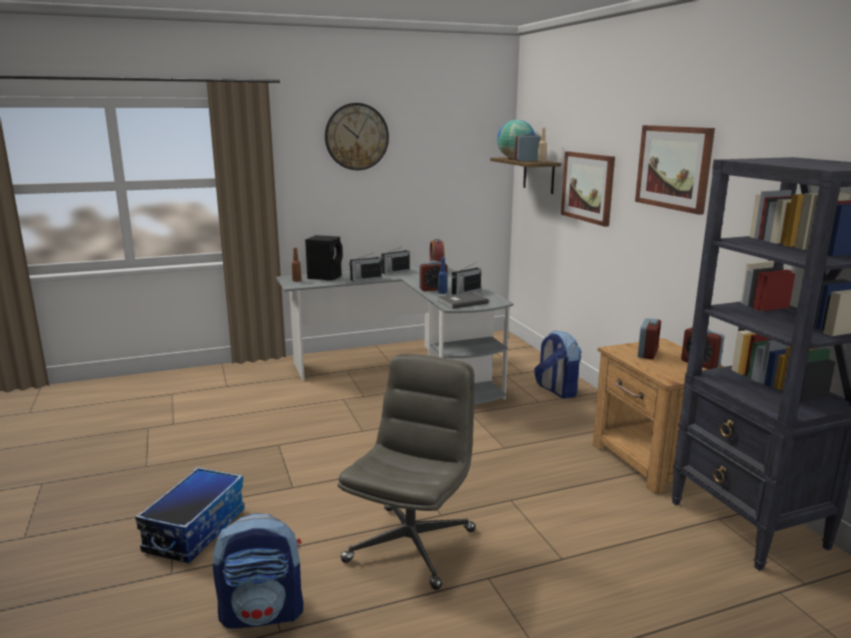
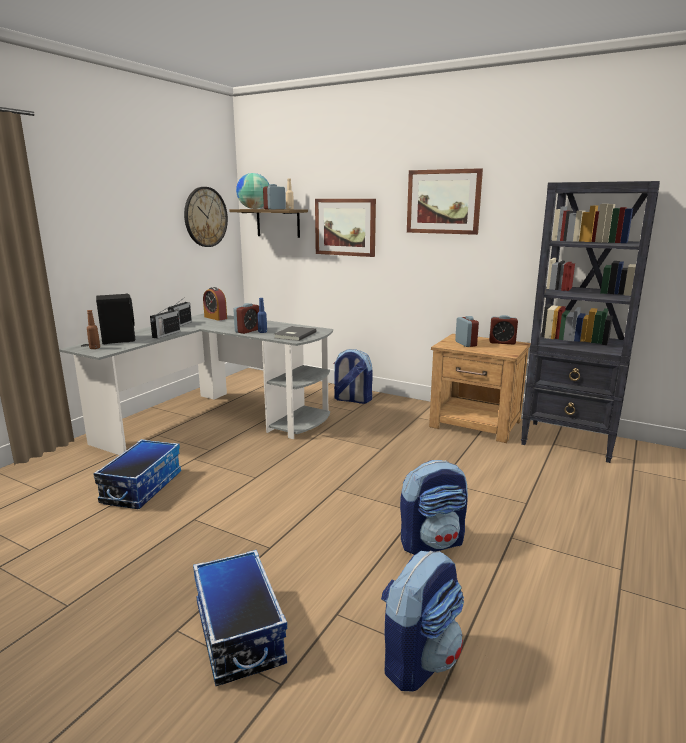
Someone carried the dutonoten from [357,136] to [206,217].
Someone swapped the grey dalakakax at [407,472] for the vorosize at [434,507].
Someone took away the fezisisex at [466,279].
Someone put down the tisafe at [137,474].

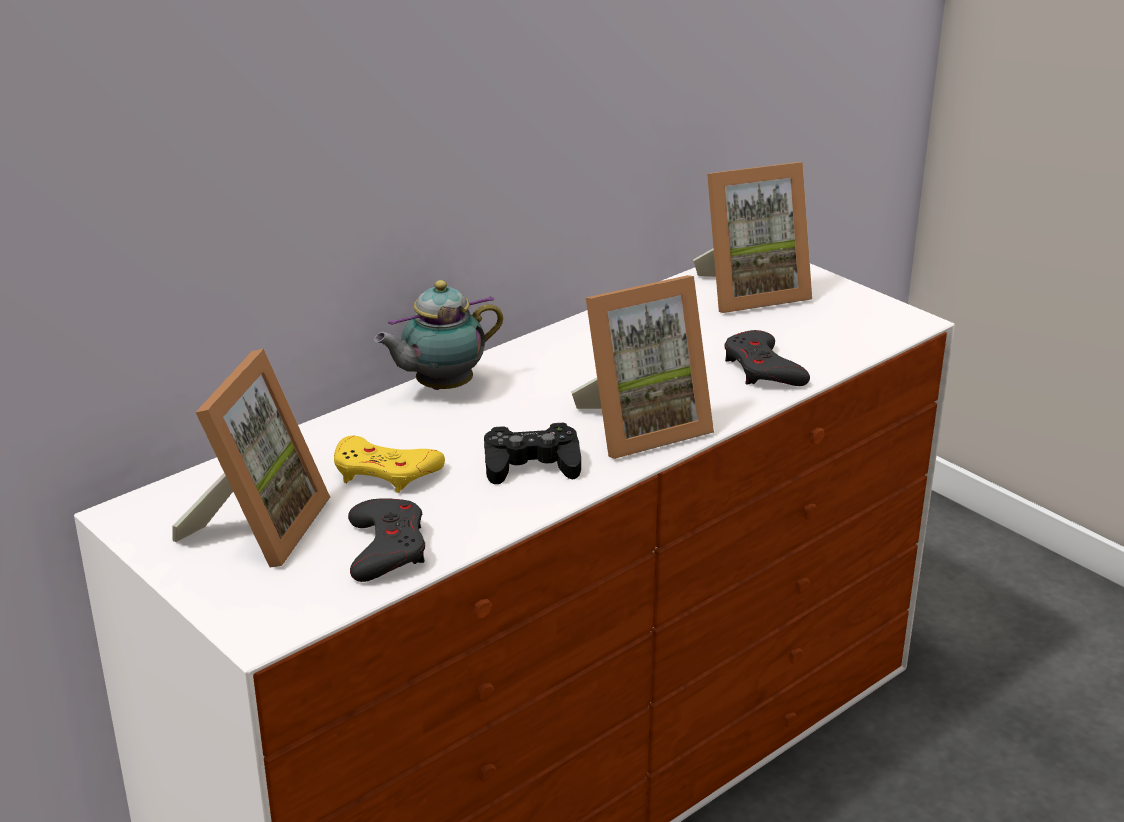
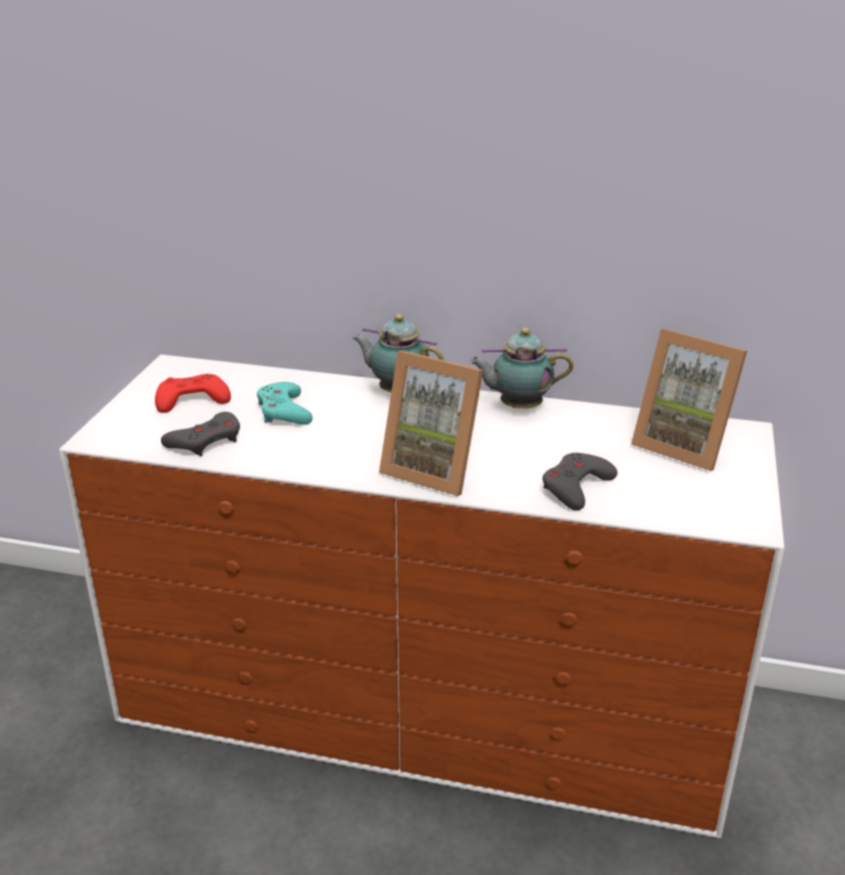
Someone swapped the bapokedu at [251,458] for the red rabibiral at [193,393].
Someone repainted the yellow rabibiral at [389,464], which became the turquoise rabibiral at [285,403].
Someone took away the black rabibiral at [532,453].
Someone put down the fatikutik at [521,368].

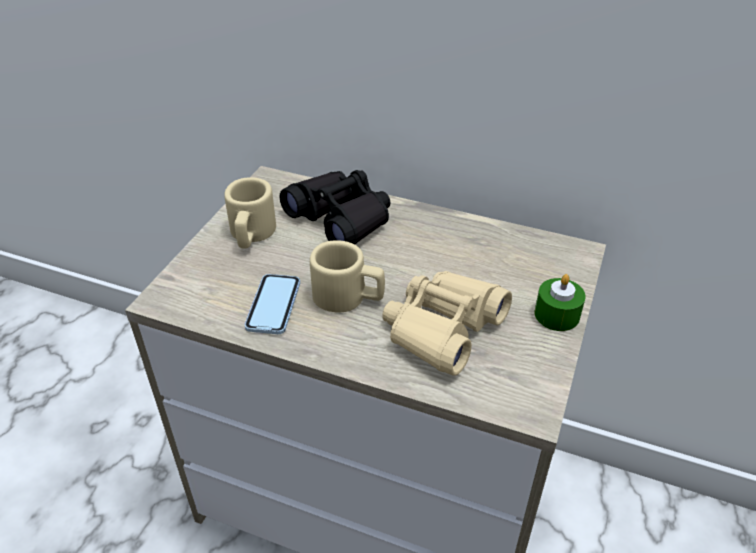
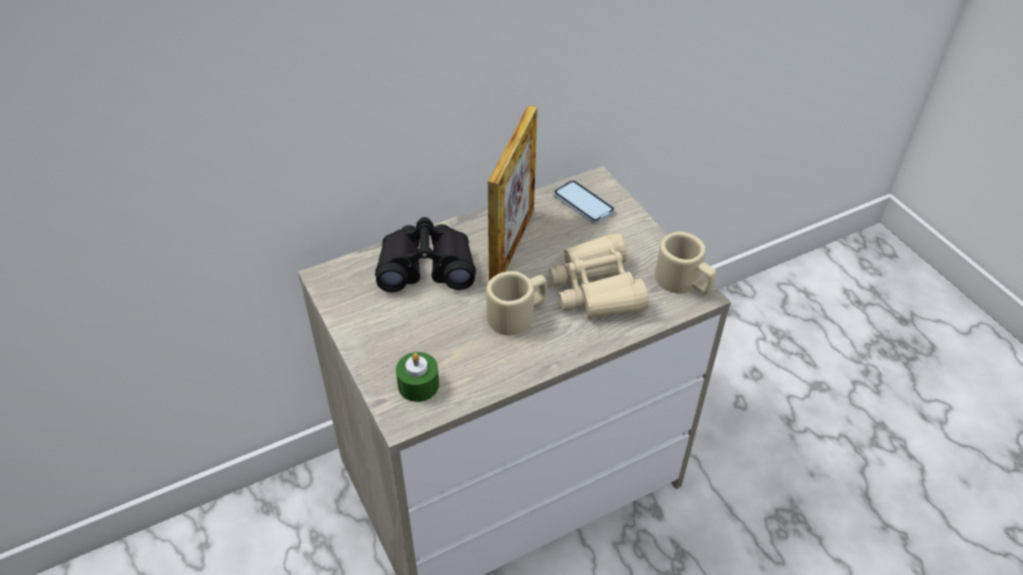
Someone carried the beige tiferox from [250,213] to [685,263].
Someone carried the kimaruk from [272,304] to [584,202].
Someone carried the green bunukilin from [560,302] to [417,377].
Someone put down the bapokedu at [512,193].

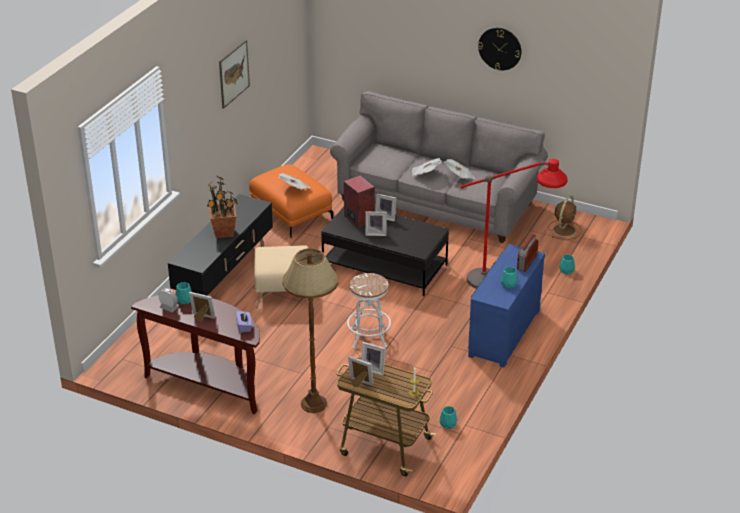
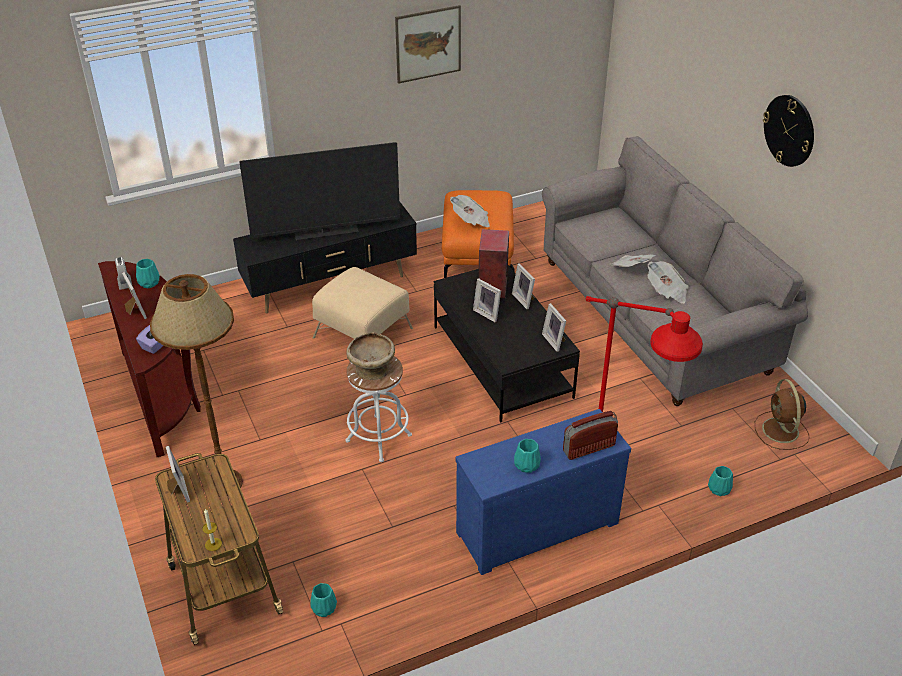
Someone swapped the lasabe at [222,207] for the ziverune at [319,191].
Someone carried the bapokedu from [373,358] to [554,327].
Someone rotated the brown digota at [564,217] by 105 degrees clockwise.
Someone put down the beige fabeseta at [370,356].

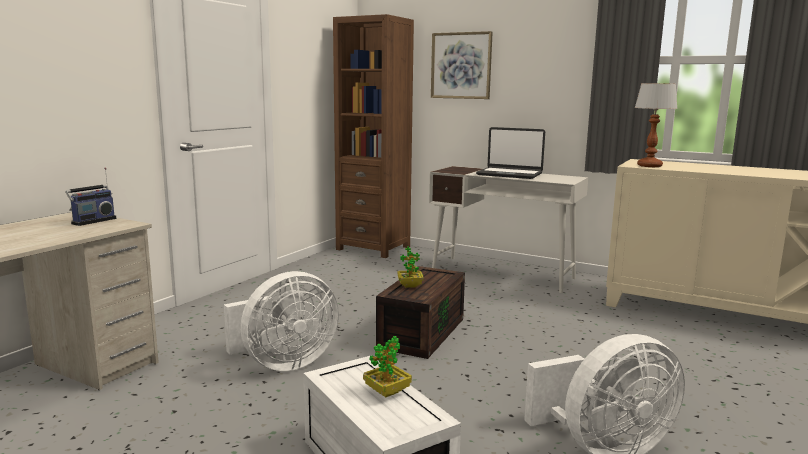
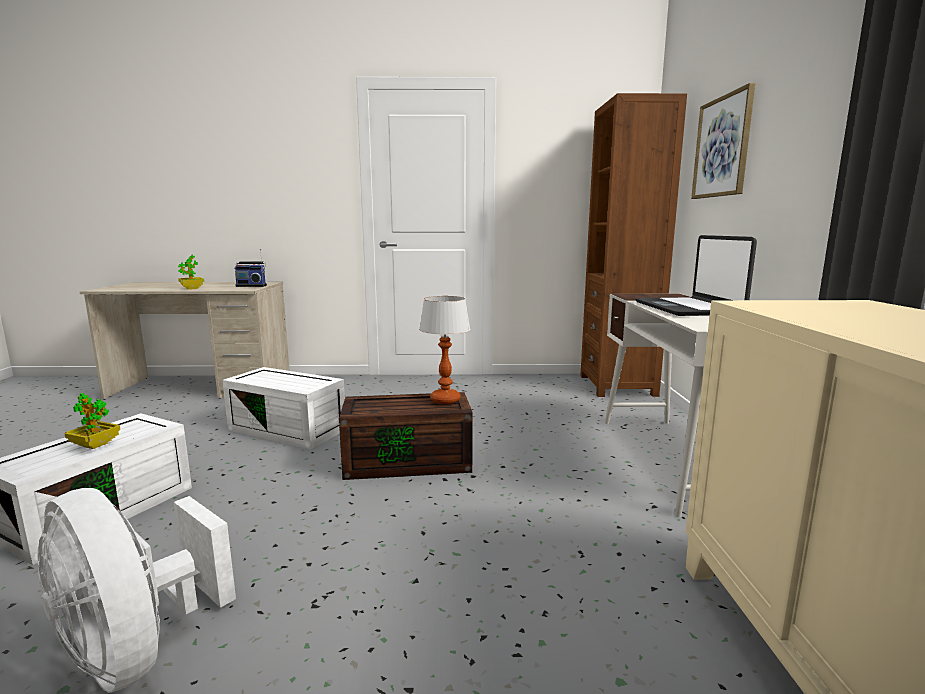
Someone swapped the white digota at [281,321] for the white tisafe at [283,408].
Someone carried the lasabe from [411,267] to [191,272].
Someone carried the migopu from [656,125] to [444,350].

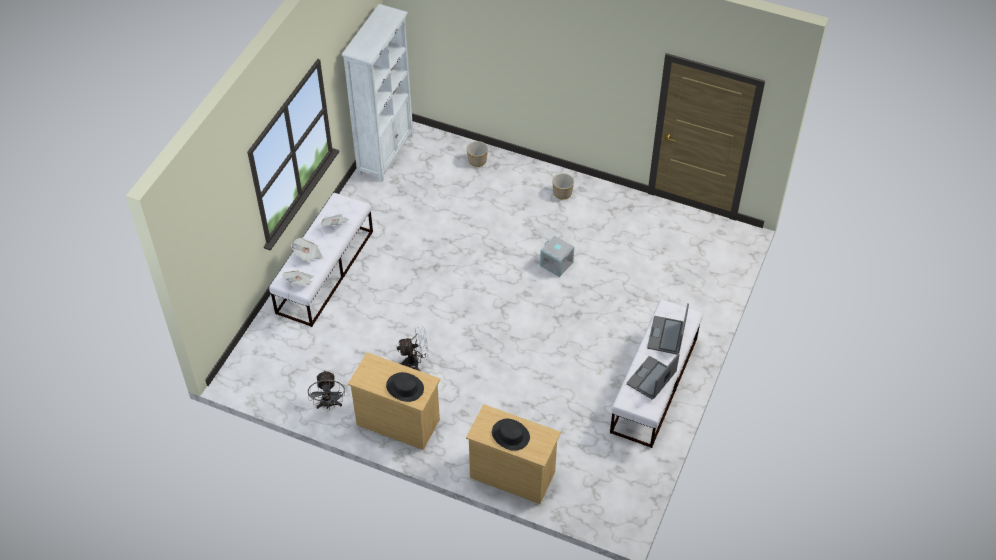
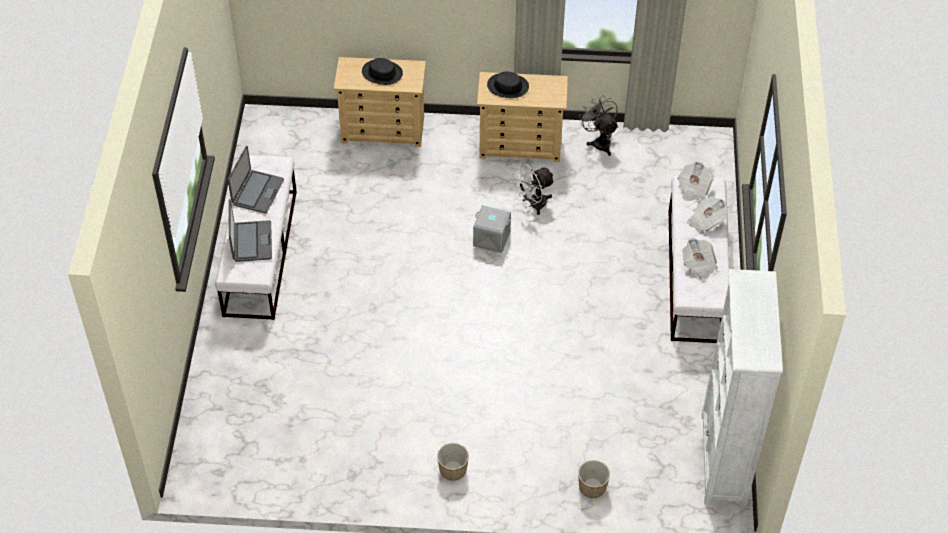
Someone carried the grey tisafe from [557,256] to [492,229].

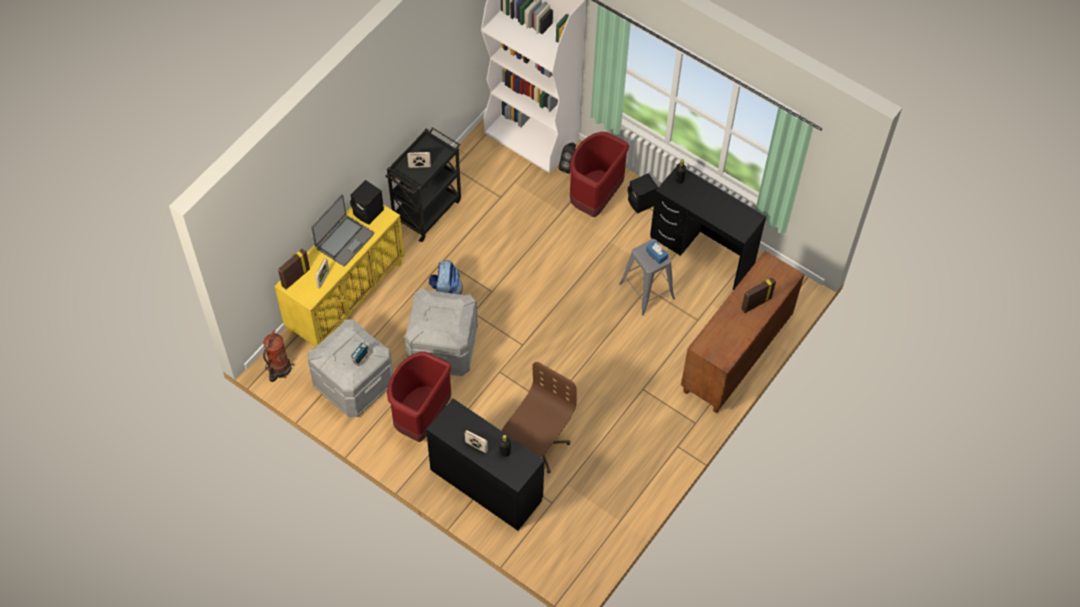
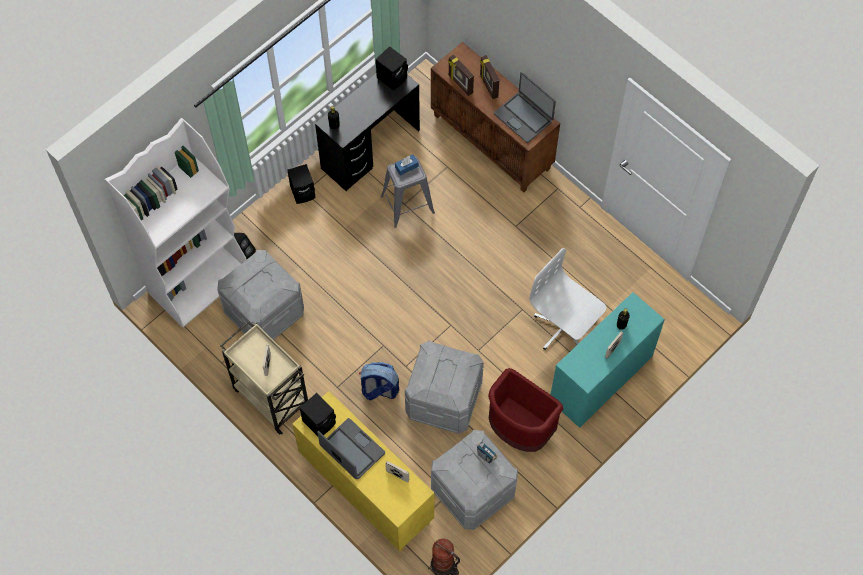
Someone carried the bapokedu from [294,269] to [461,75].
Someone repainted the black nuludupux at [423,184], which became the beige nuludupux at [264,378].
Someone repainted the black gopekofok at [485,464], which became the turquoise gopekofok at [608,360].
Someone repainted the brown dalakakax at [539,418], which became the white dalakakax at [567,299].
Someone took away the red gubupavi at [599,174].
Someone put down the grey tisafe at [260,295].
Someone put down the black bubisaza at [392,68].
Someone put down the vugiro at [525,107].

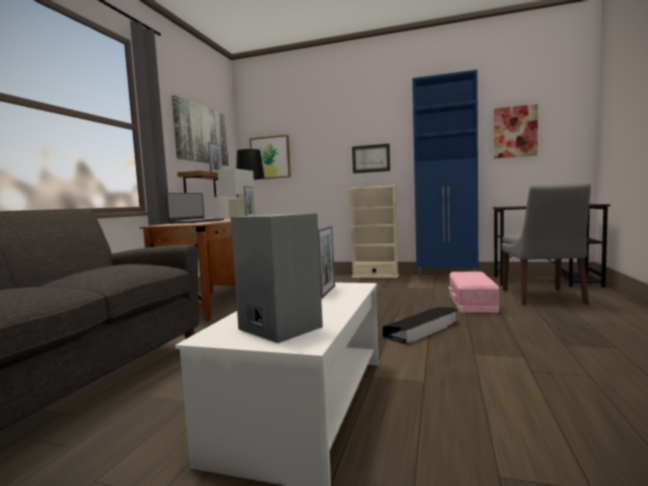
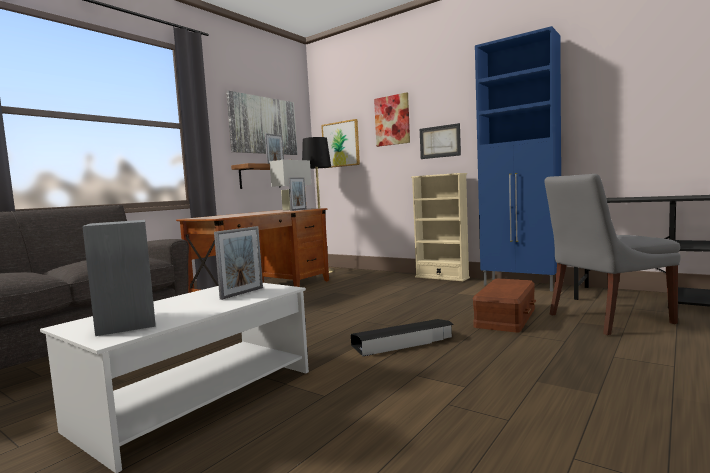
Someone took away the vugiro at [195,208].
Someone repainted the pink tisafe at [474,292], which became the brown tisafe at [504,305].
Someone carried the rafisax from [516,131] to [392,119].
Someone rotated the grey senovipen at [546,243] by 45 degrees clockwise.

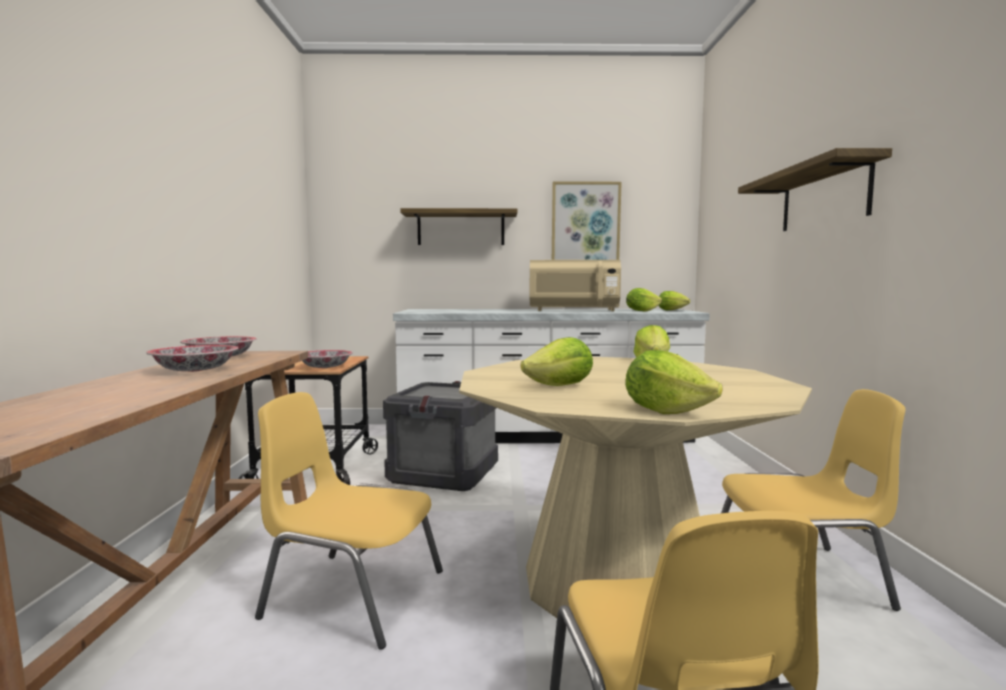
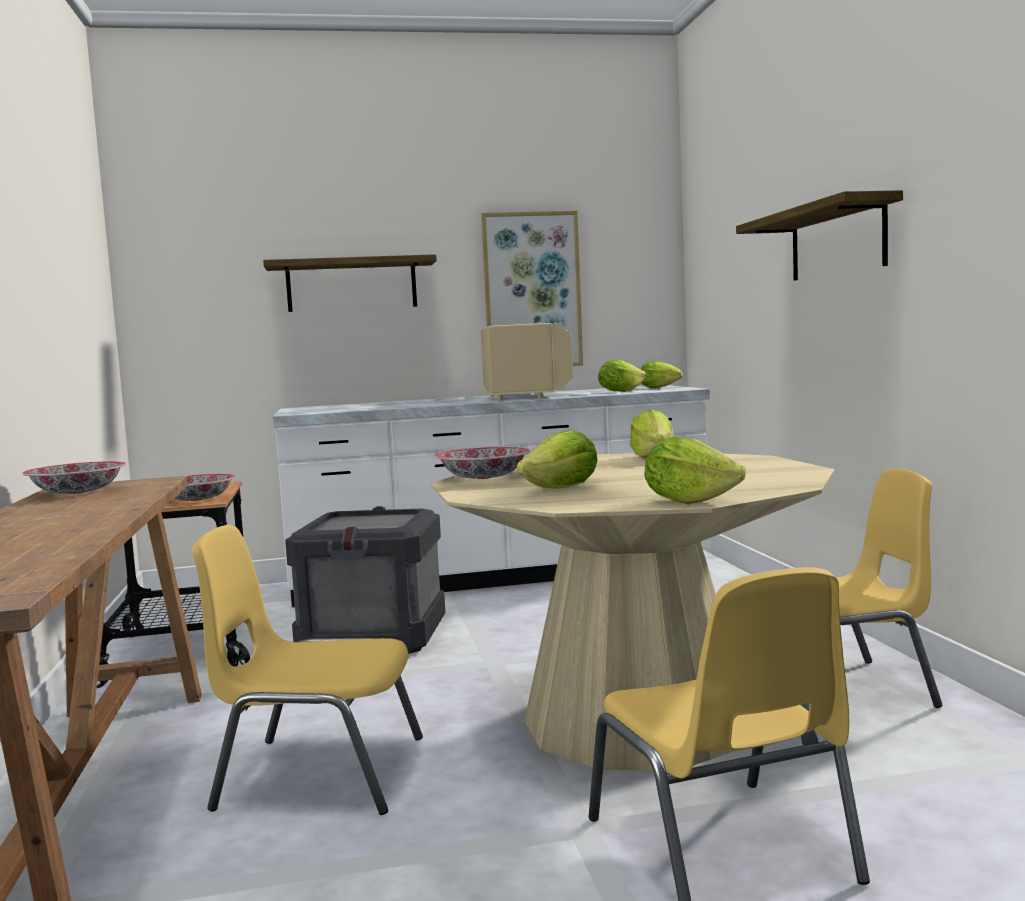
Someone carried the fabeseta from [192,358] to [482,463].
Someone rotated the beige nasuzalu at [575,285] by 90 degrees counterclockwise.

